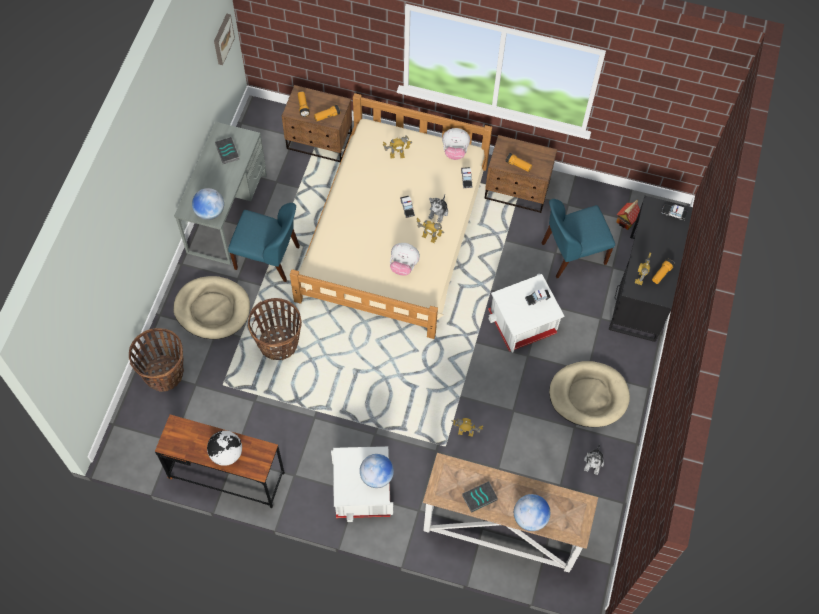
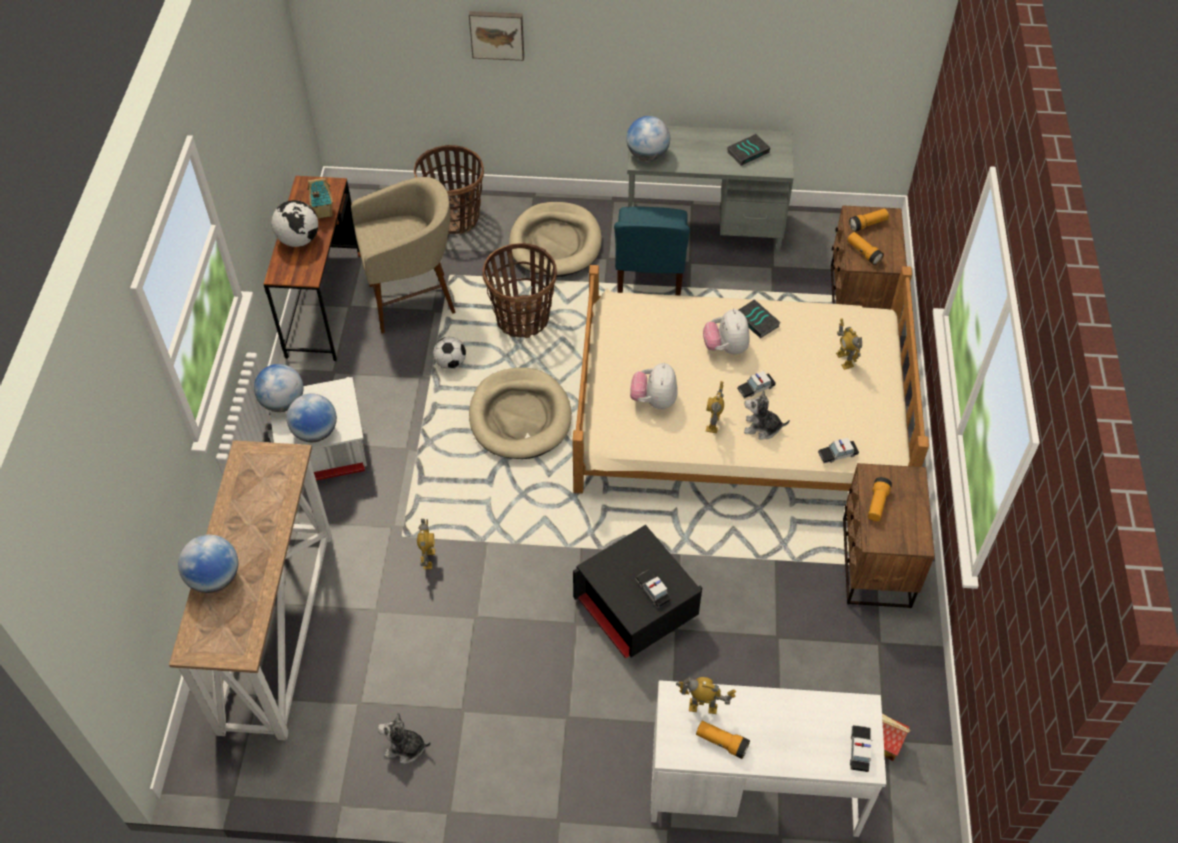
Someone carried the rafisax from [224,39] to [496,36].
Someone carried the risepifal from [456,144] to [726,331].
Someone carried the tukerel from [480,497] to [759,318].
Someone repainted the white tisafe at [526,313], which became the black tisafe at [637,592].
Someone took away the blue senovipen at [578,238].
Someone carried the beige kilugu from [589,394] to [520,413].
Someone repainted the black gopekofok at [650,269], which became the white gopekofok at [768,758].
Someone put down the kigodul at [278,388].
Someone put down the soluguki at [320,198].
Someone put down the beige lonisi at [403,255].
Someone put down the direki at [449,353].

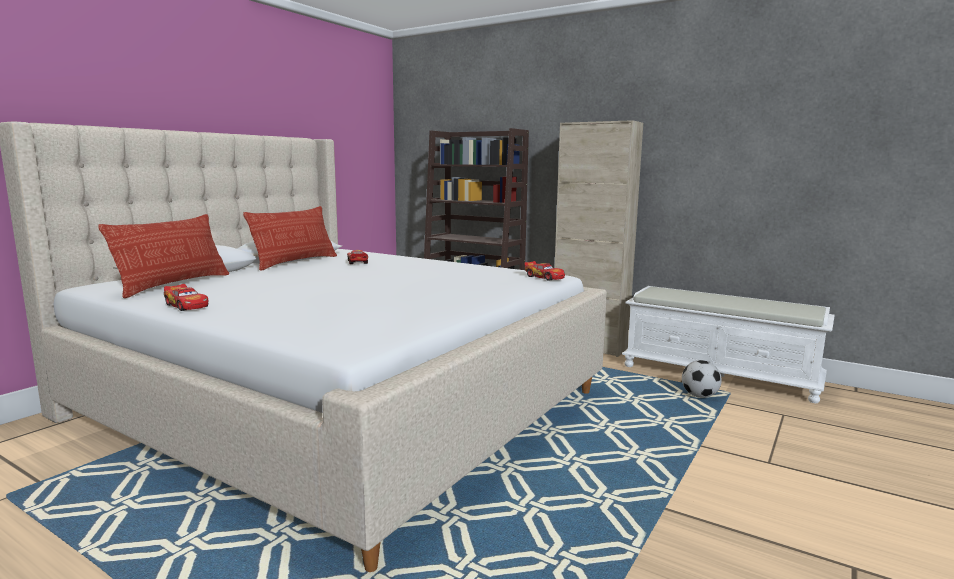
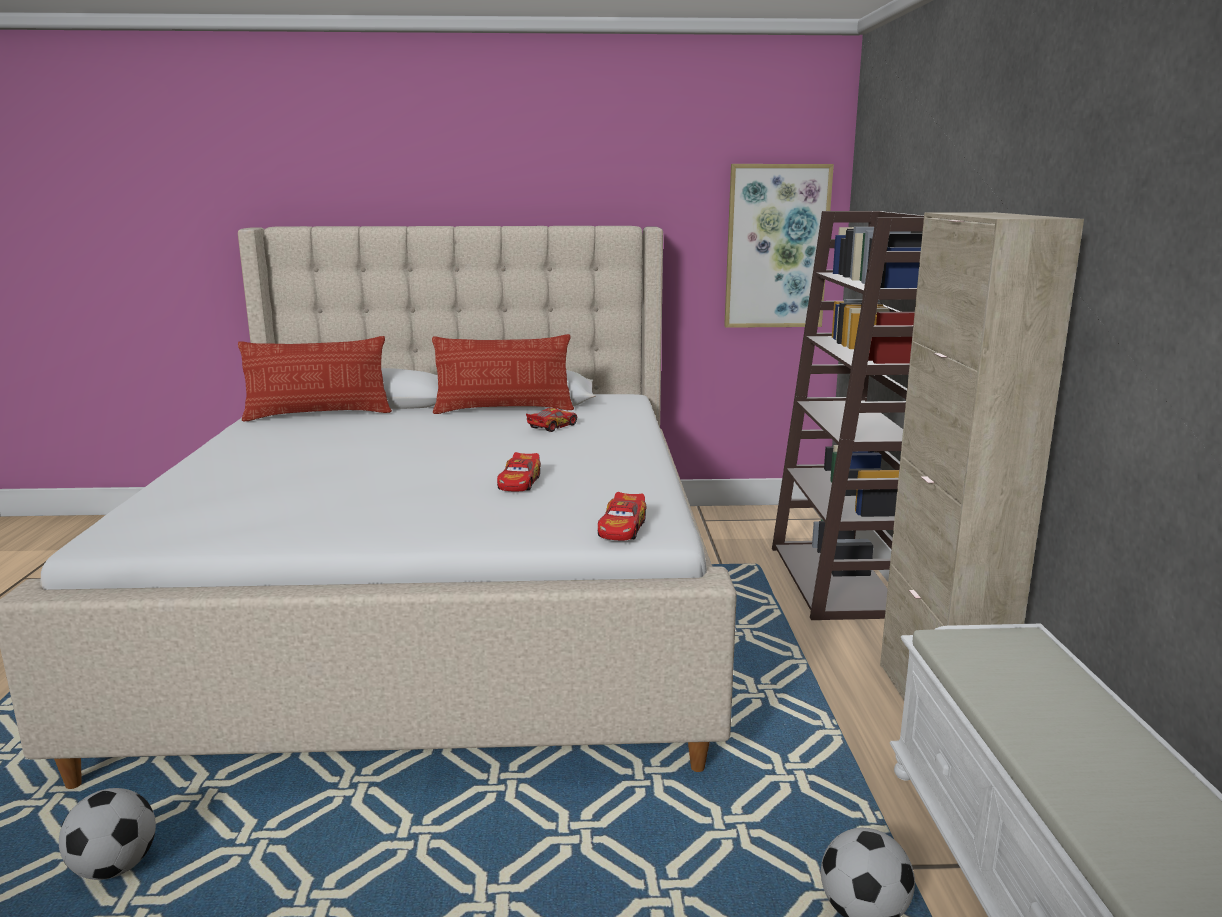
Someone carried the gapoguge from [186,297] to [519,471].
Someone put down the direki at [107,834].
Someone put up the rafisax at [779,246].

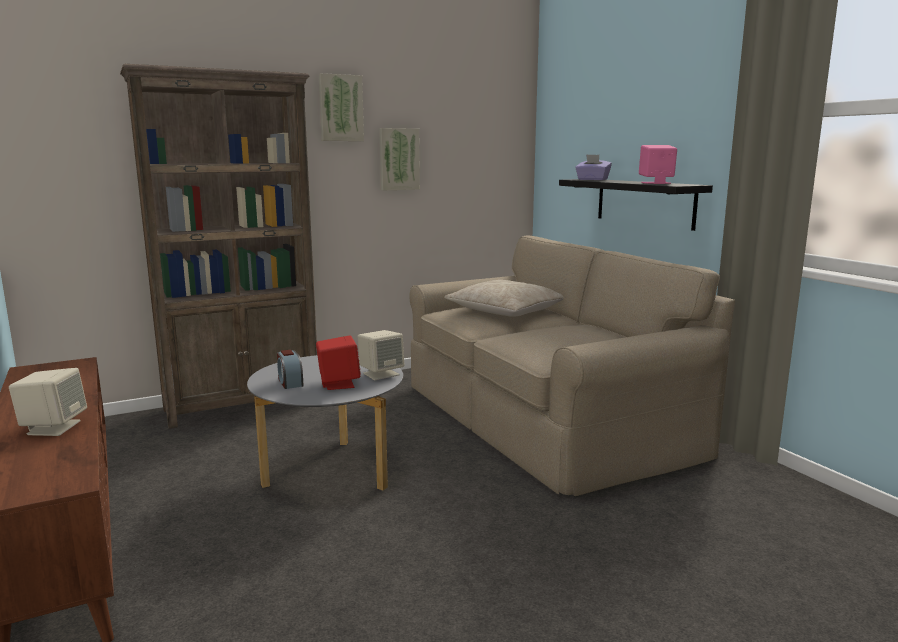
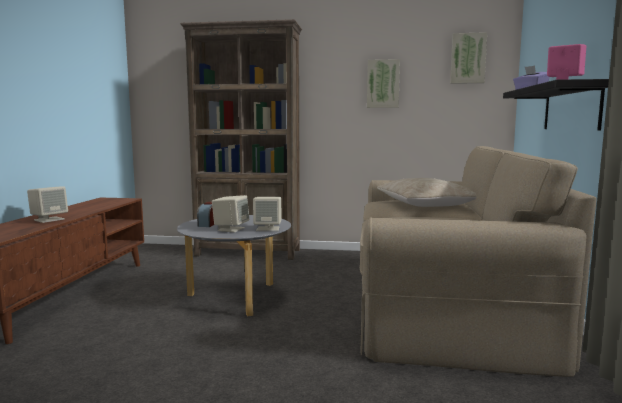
Someone repainted the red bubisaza at [338,363], which became the beige bubisaza at [230,213].
Someone carried the rafisax from [341,107] to [468,58].

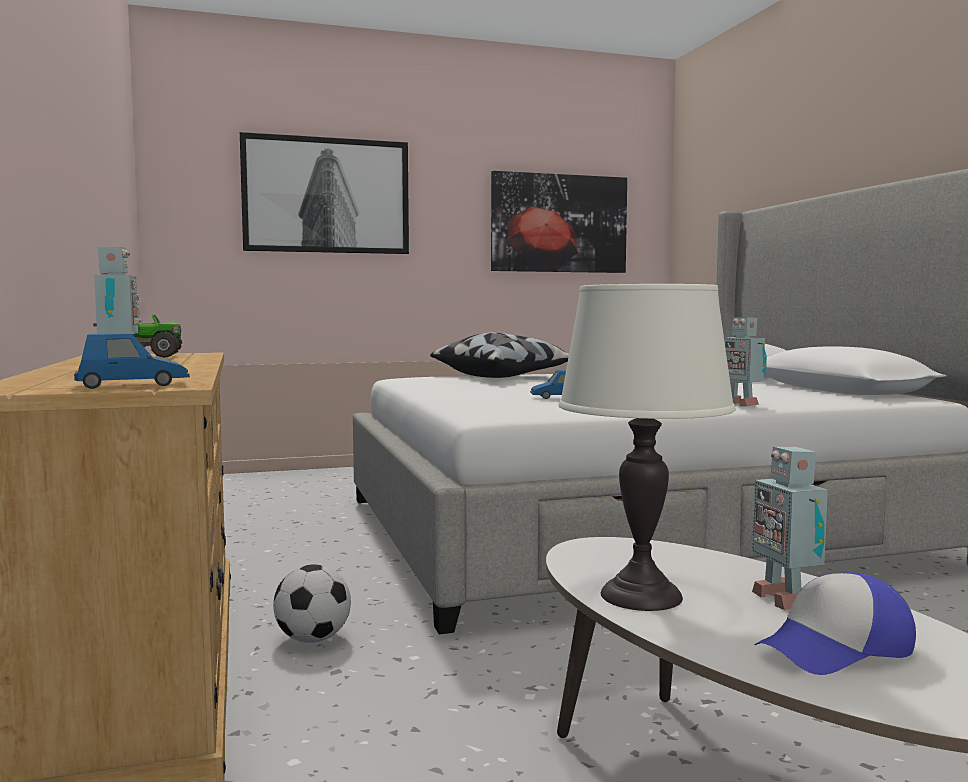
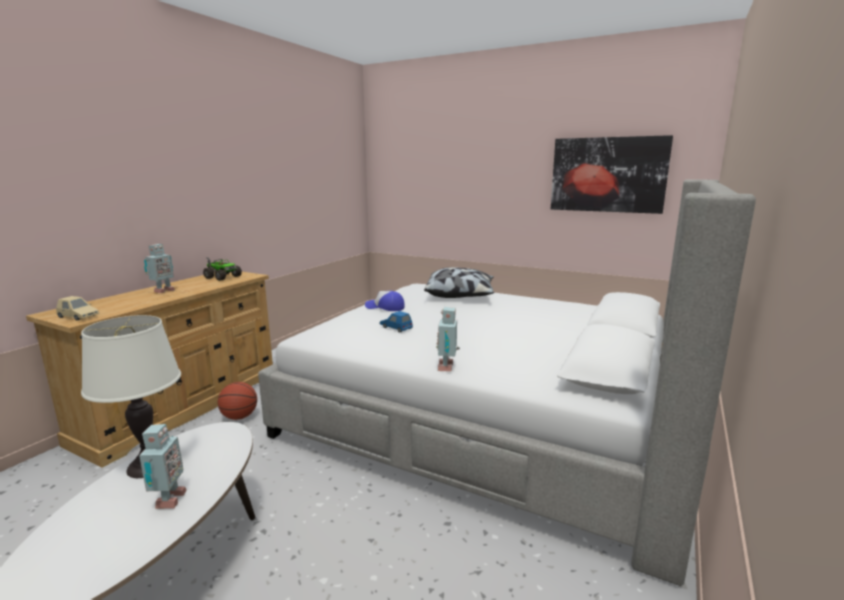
Someone repainted the blue gapoguge at [132,361], which became the beige gapoguge at [77,308].
Someone took away the rafisax at [324,193].
Someone swapped the direki at [312,603] for the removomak at [237,401].
Someone rotated the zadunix at [790,528] by 150 degrees clockwise.
Someone carried the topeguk from [835,623] to [385,301].

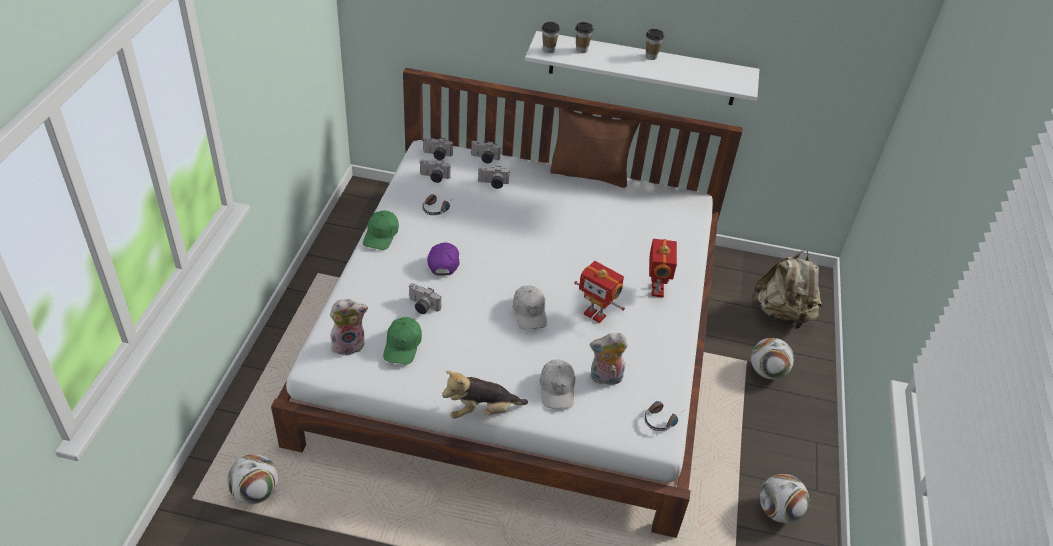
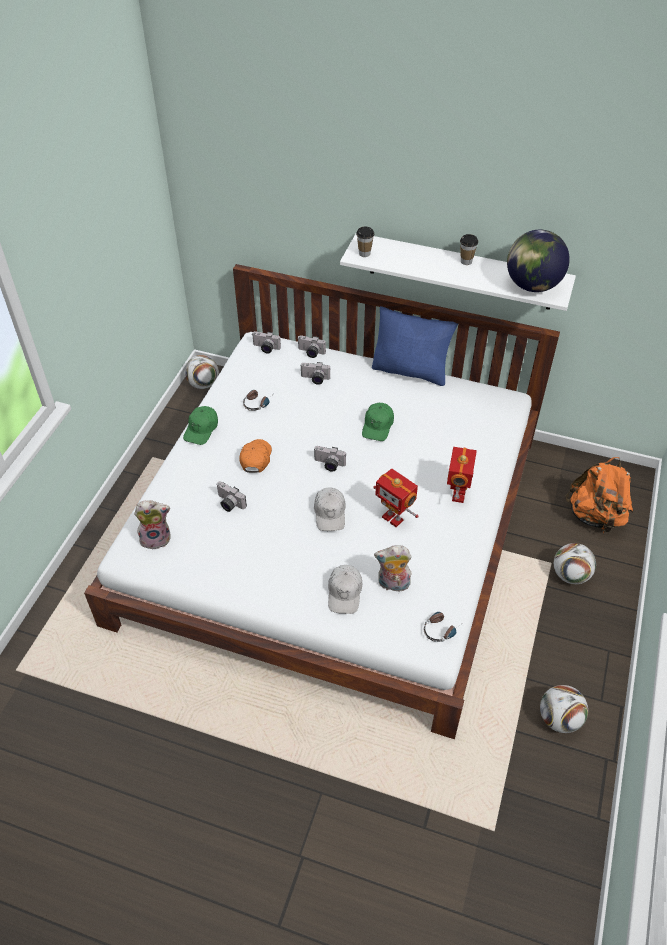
Someone carried the direki from [252,479] to [202,372].
Someone carried the green topeguk from [402,341] to [378,422].
Someone carried the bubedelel from [435,171] to [329,459].
Someone repainted the purple topeguk at [443,259], which became the orange topeguk at [255,456].
Someone took away the risepifal at [485,395].
Someone repainted the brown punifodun at [595,147], which became the blue punifodun at [415,346].
Someone took away the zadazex at [584,37].
Someone repainted the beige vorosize at [787,289], which became the orange vorosize at [599,495].
Someone put down the kigodul at [538,261].

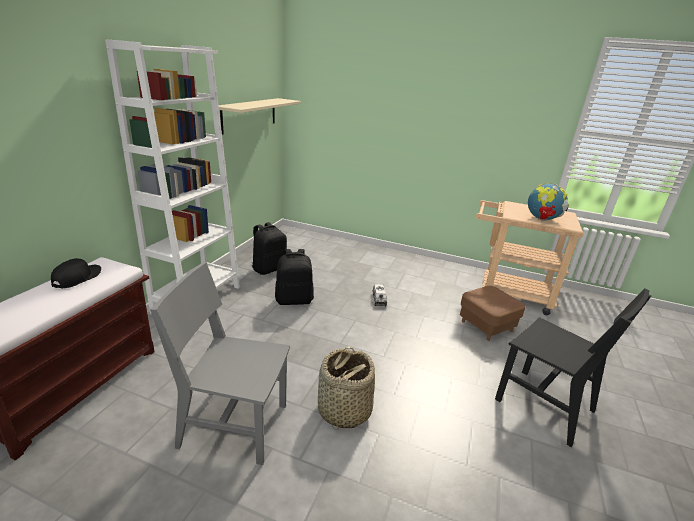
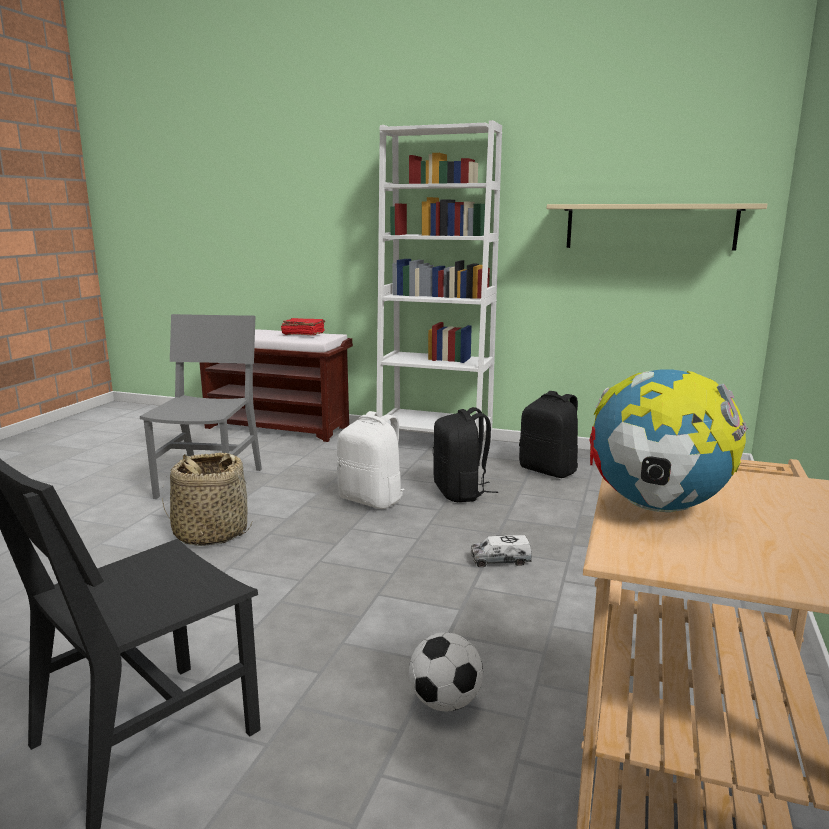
Someone swapped the black topeguk at [76,273] for the red tukerel at [303,327].
Someone swapped the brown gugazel at [492,313] for the direki at [446,671].
Someone put down the white vorosize at [371,460].

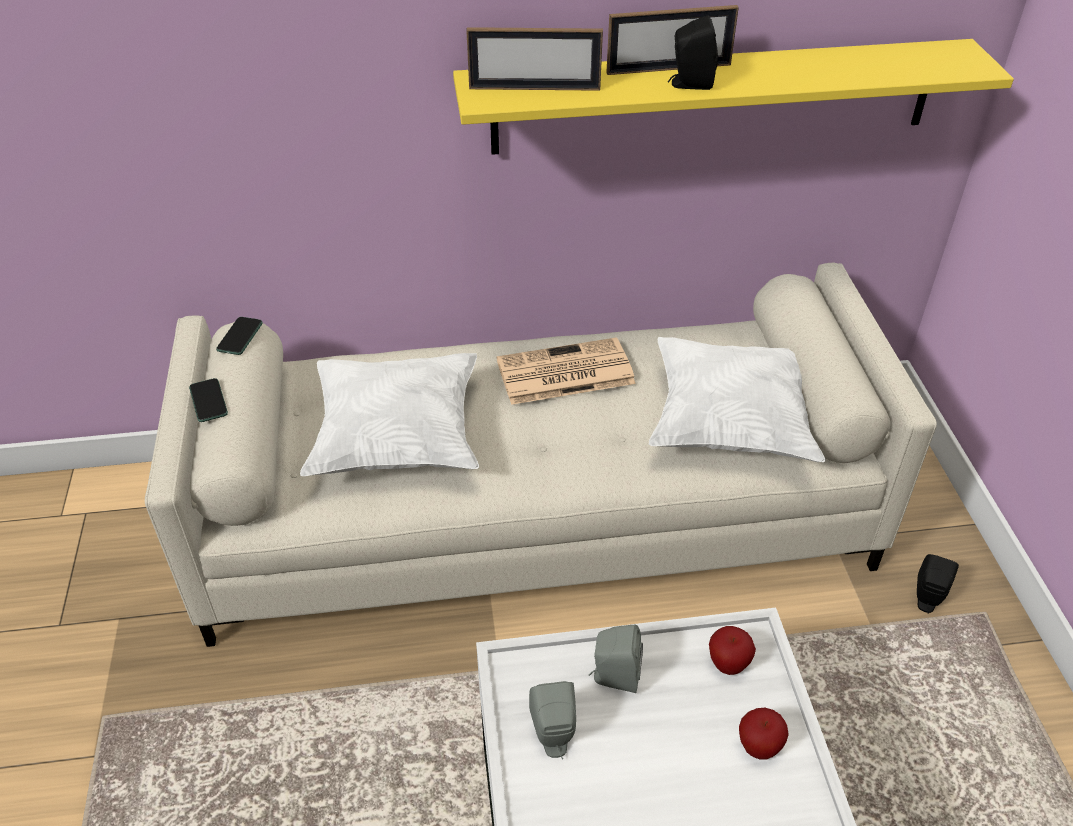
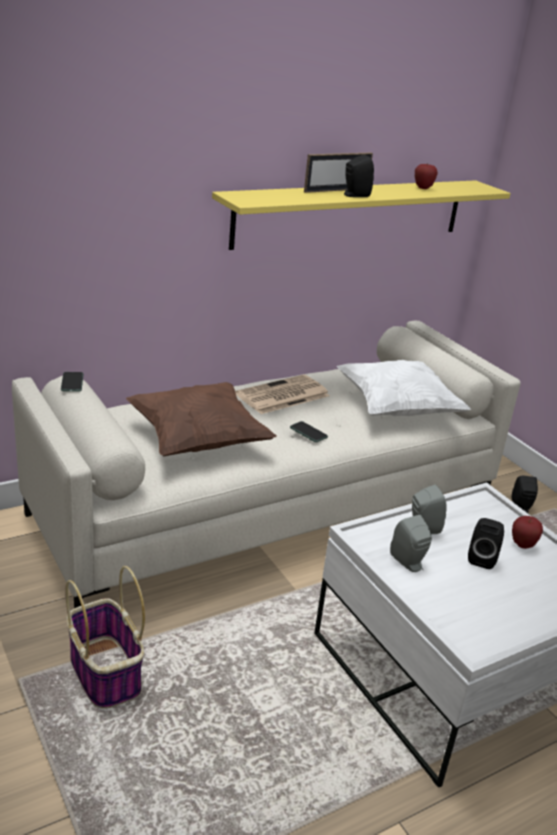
Someone carried the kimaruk from [208,400] to [309,431].
Someone repainted the white punifodun at [389,414], which became the brown punifodun at [201,419].
Someone took away the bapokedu at [534,59].
Someone carried the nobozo from [732,650] to [426,176].
Someone put down the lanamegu at [105,637].
Someone put down the black bubisaza at [486,543].

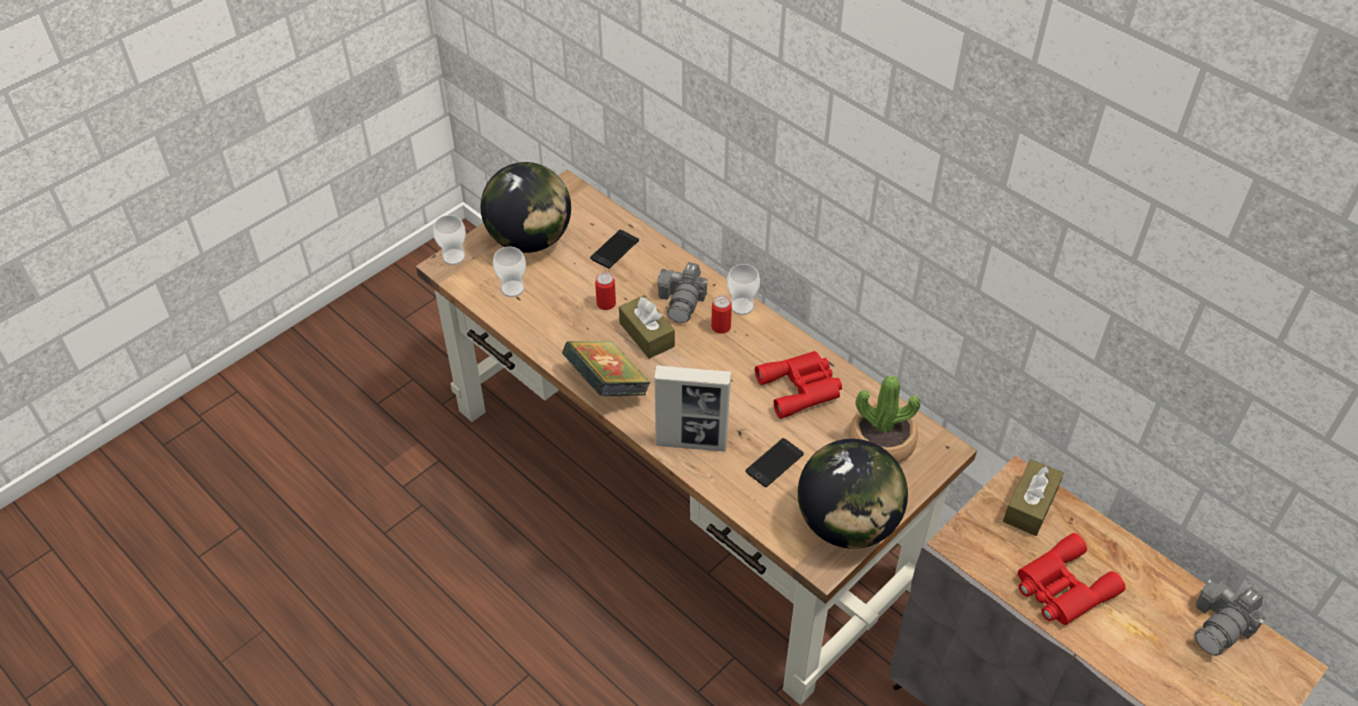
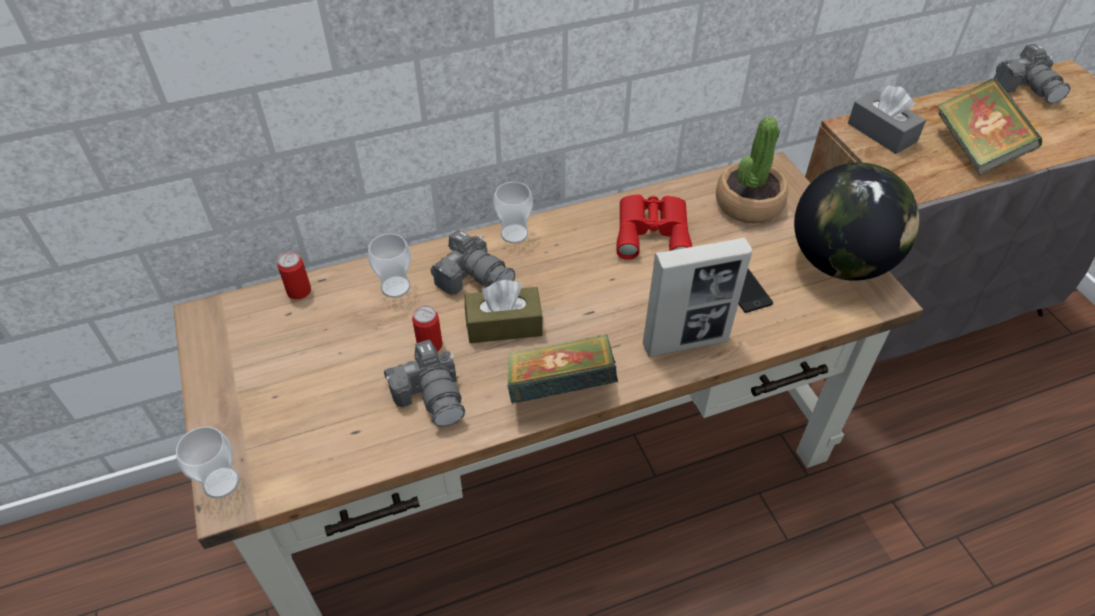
Someone took away the kigodul at [526,207].
Someone carried the zadazex from [509,272] to [389,266].
Someone took away the kimaruk at [614,249].
Someone rotated the bapokedu at [692,408] by 45 degrees clockwise.
Someone carried the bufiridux from [721,314] to [294,276].
Someone repainted the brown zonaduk at [1033,497], which became the grey zonaduk at [887,120].
Someone swapped the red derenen at [1071,579] for the tukerel at [990,126].
Someone put down the bubedelel at [424,383].

